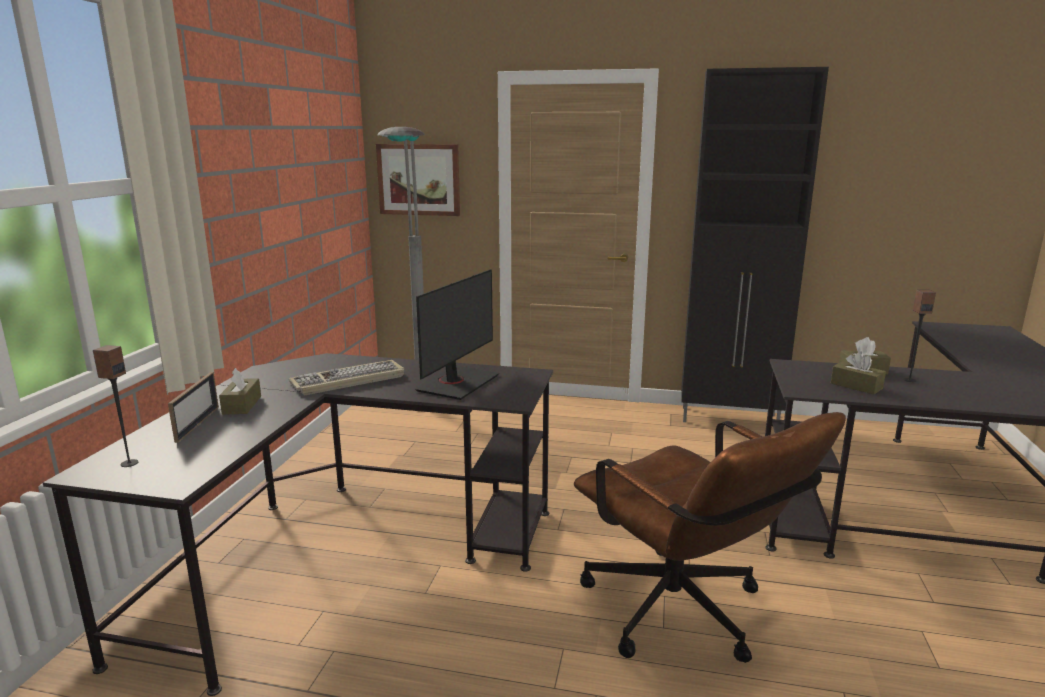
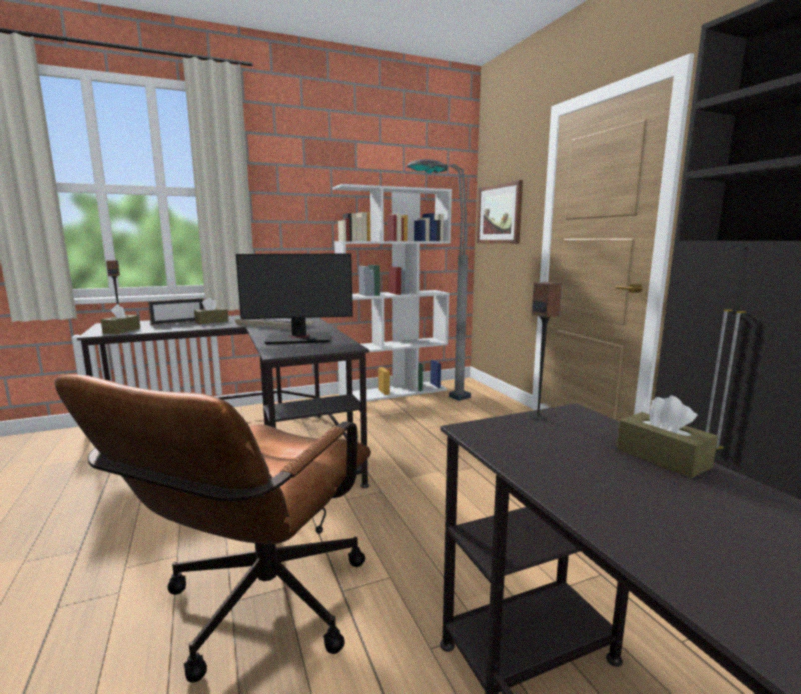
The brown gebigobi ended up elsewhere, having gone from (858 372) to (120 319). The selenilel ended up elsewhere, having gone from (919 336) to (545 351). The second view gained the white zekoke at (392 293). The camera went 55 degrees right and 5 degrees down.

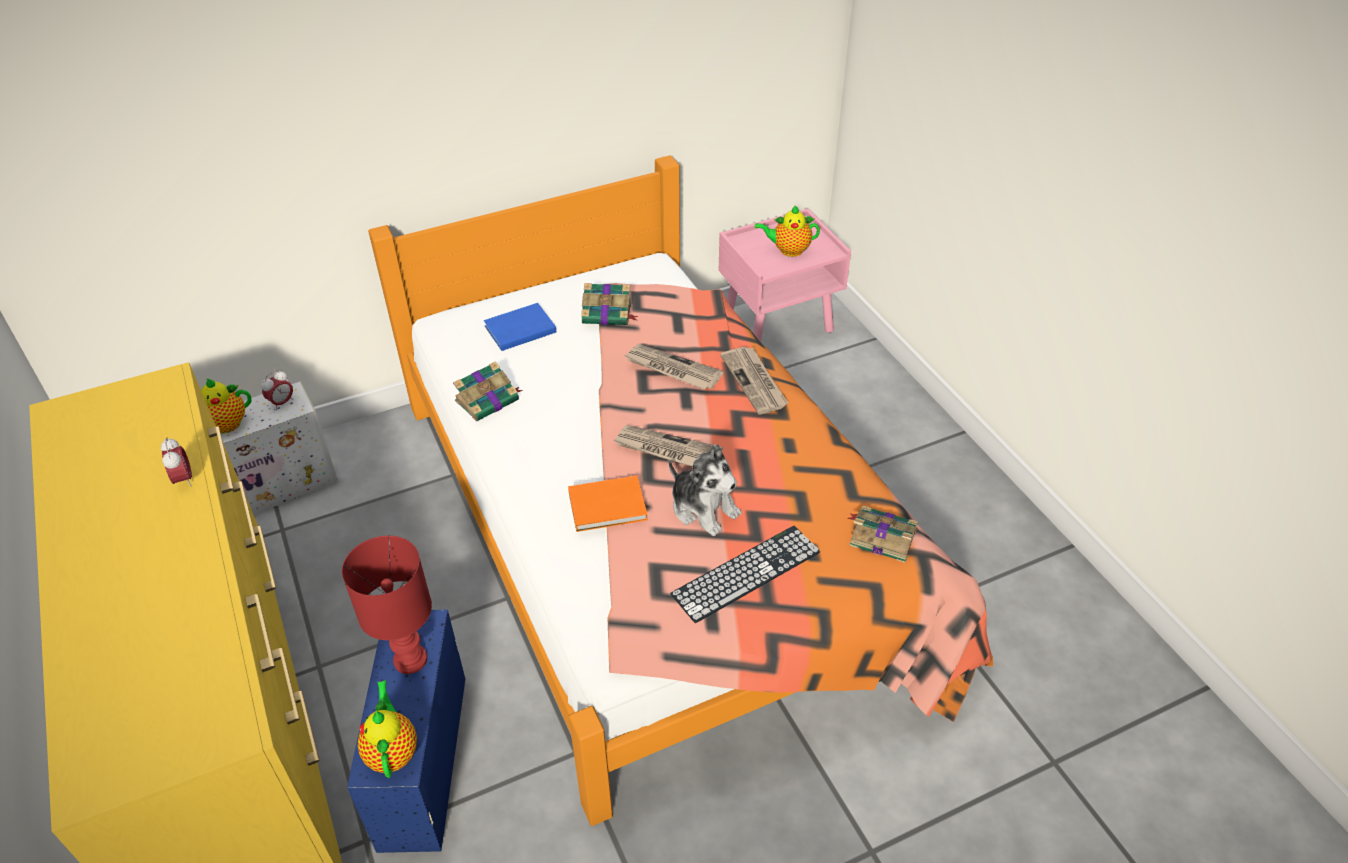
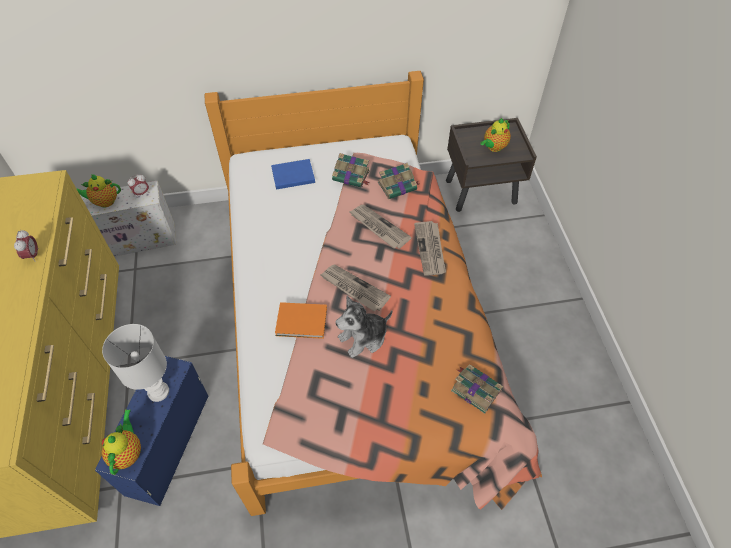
What was the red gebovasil at (387 605) turned into the white gebovasil at (135 363). The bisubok ended up elsewhere, having gone from (487 391) to (398 181). The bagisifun at (705 490) ended up facing another way, 90 degrees clockwise from before. The second view lost the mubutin at (745 574). What was the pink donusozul at (785 275) turned into the brown donusozul at (491 165). The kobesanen at (787 231) ended up facing another way, 60 degrees counterclockwise from before. The camera went 15 degrees right and 10 degrees up.

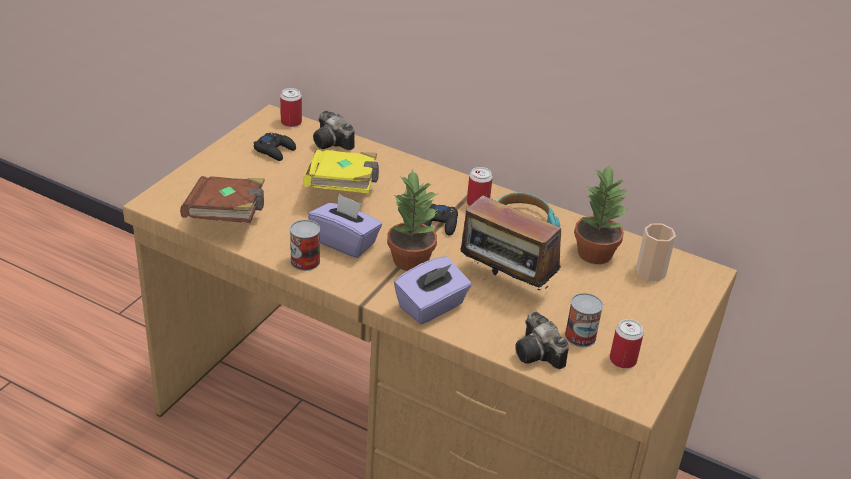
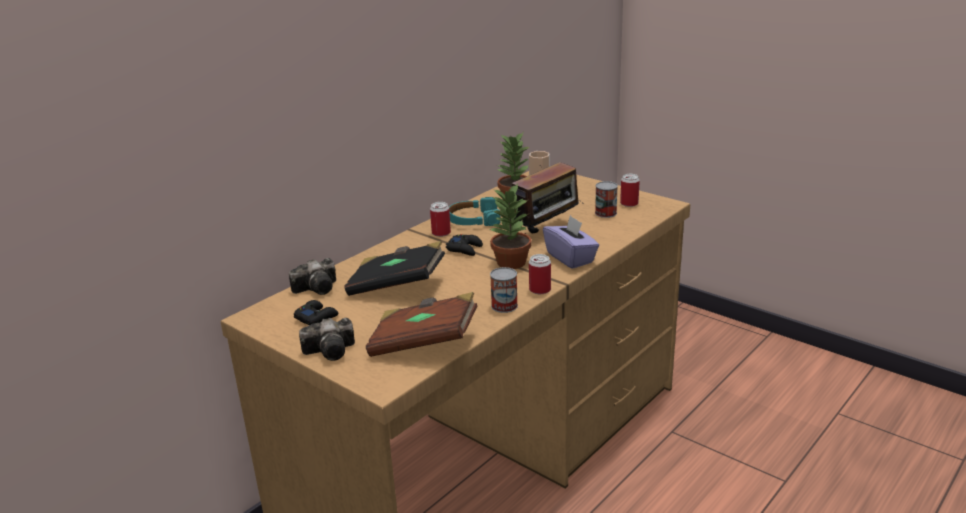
The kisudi ended up elsewhere, having gone from (291 107) to (540 274). What was the yellow bisubok at (341 171) turned into the black bisubok at (394 268). The second view lost the purple gebigobi at (345 226). The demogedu ended up elsewhere, having gone from (542 340) to (327 339). The camera went 75 degrees left and 10 degrees down.

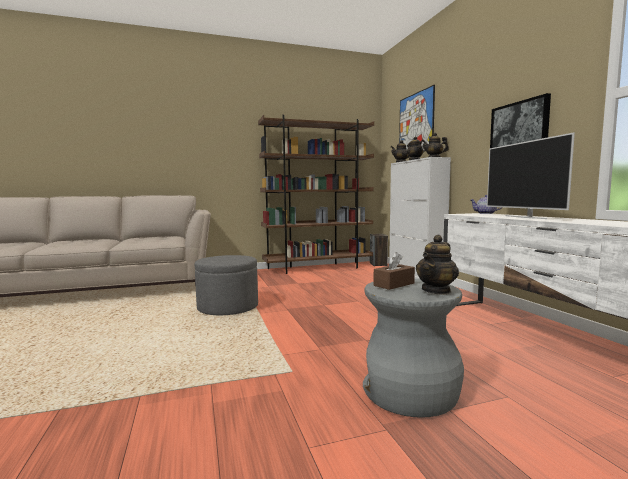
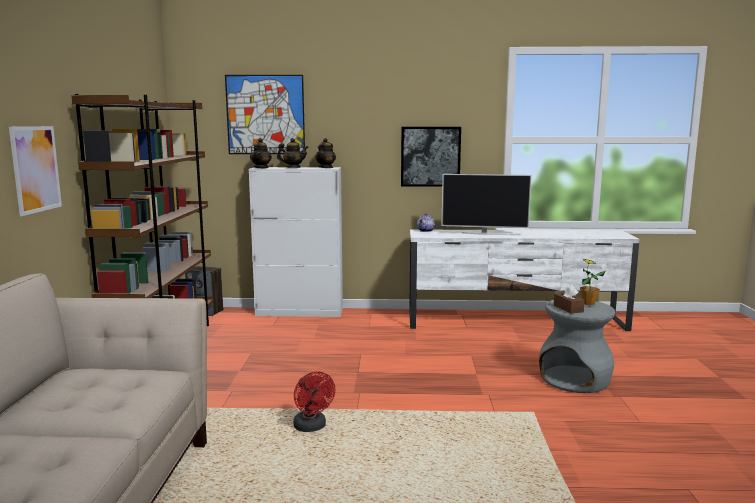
Where the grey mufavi stood at (226 285), the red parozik came to stand at (314 401). Where the kobesanen stood at (437 265), the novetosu came to stand at (593 282). The second view gained the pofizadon at (35 171). The camera went 70 degrees left and 5 degrees up.

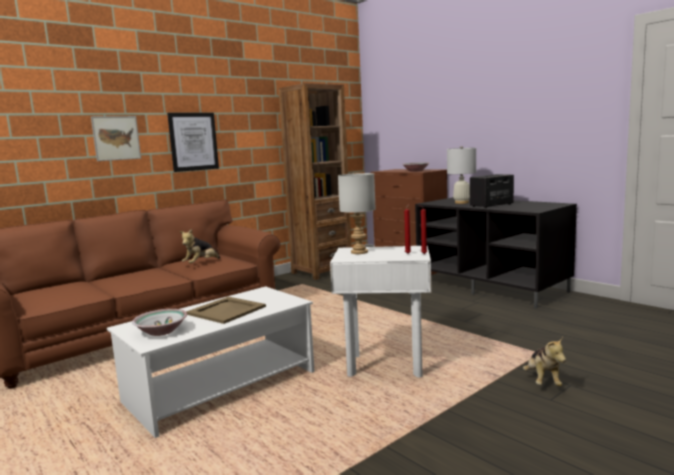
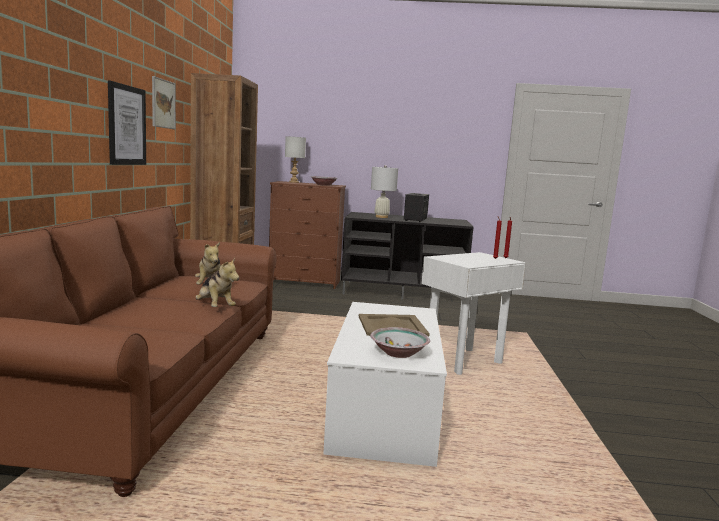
The pofizadon ended up elsewhere, having gone from (116 138) to (164 102). The grey gebovasil ended up elsewhere, having gone from (357 213) to (295 159). The bagisifun ended up elsewhere, having gone from (544 361) to (217 282). The camera went 45 degrees left and 0 degrees up.

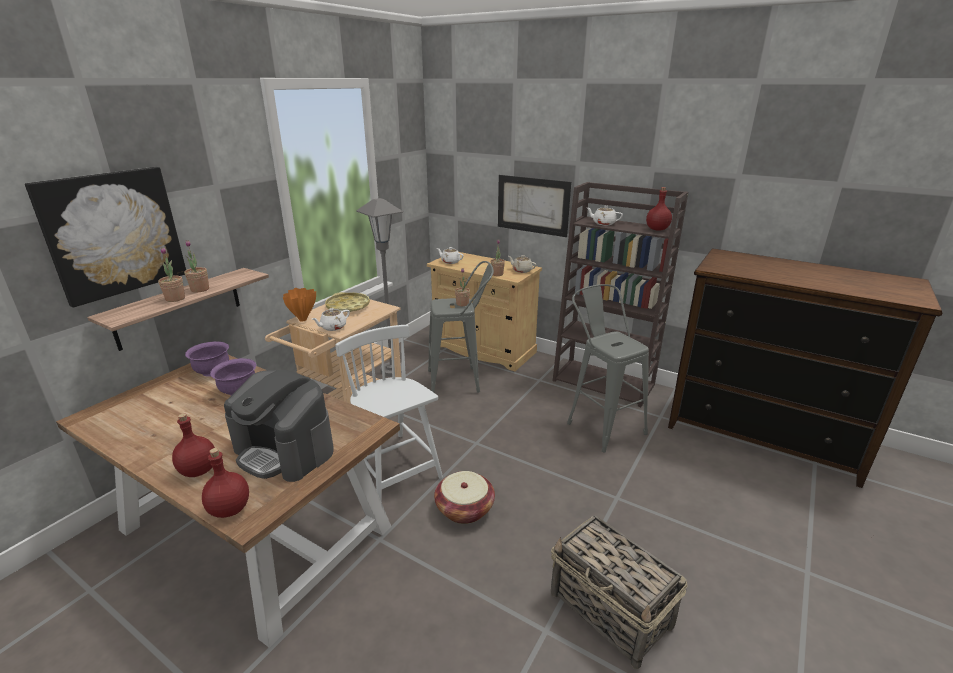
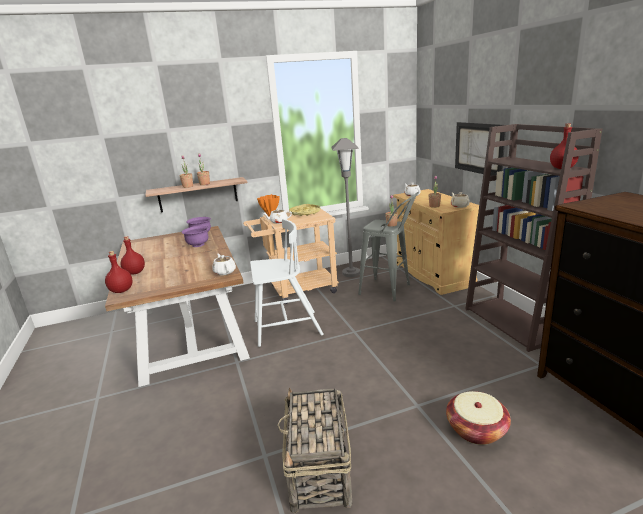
The second view lost the pofizadon at (105 237). The second view lost the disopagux at (279 426). The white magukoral at (389 414) ended up facing another way, 75 degrees clockwise from before. The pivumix ended up elsewhere, having gone from (464 497) to (478 418). The second view lost the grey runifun at (608 368). The white kobesanen ended up elsewhere, having gone from (605 215) to (224 264). The camera went 40 degrees right and 5 degrees down.

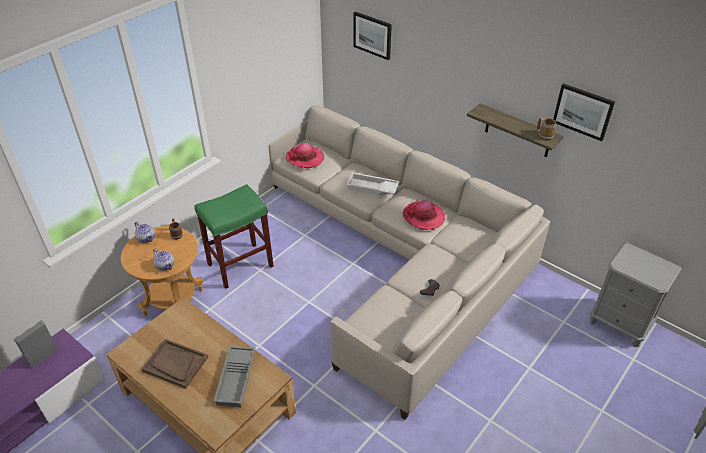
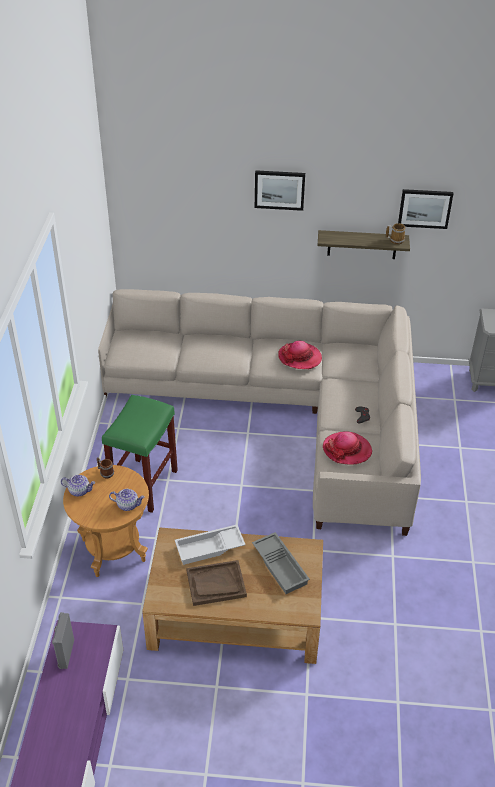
The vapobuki ended up elsewhere, having gone from (305 155) to (347 448). The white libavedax ended up elsewhere, having gone from (372 184) to (210 545). The pofizadon ended up elsewhere, having gone from (372 35) to (280 190). The camera went 35 degrees left and 0 degrees up.

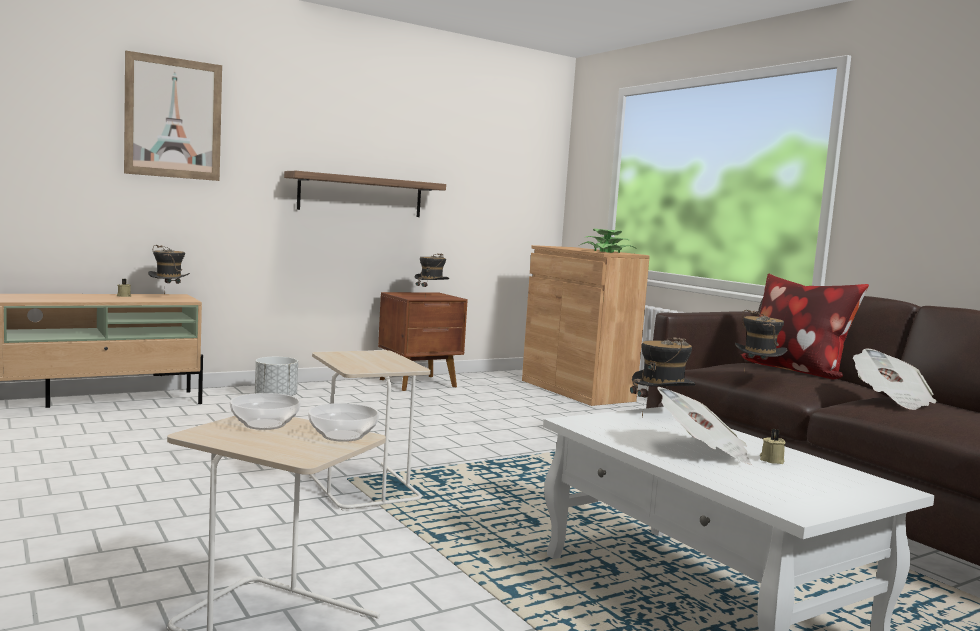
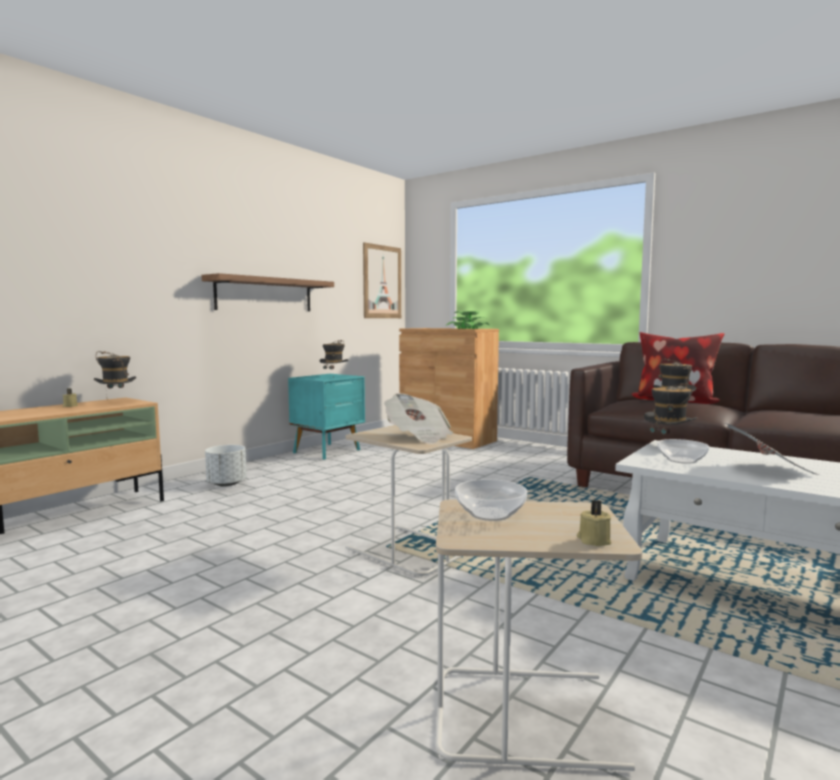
The pofizadon ended up elsewhere, having gone from (173 116) to (382 280). The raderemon ended up elsewhere, having gone from (344 422) to (683 451). What was the brown donusozul at (423 341) turned into the turquoise donusozul at (326 417). The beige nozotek ended up elsewhere, having gone from (772 446) to (594 523). The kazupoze ended up elsewhere, having gone from (895 379) to (418 418). The camera went 20 degrees left and 0 degrees up.

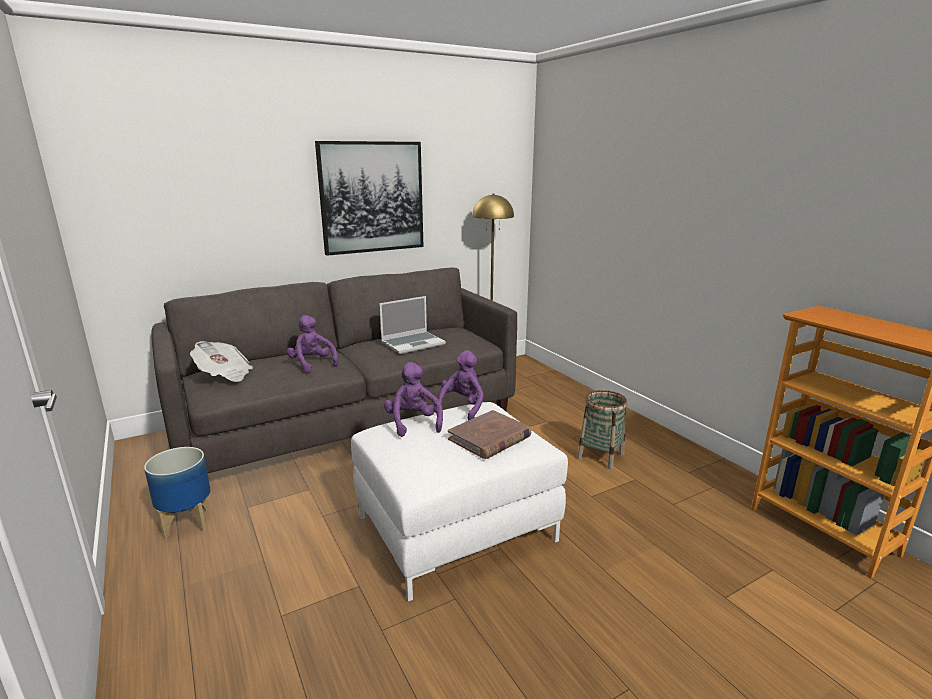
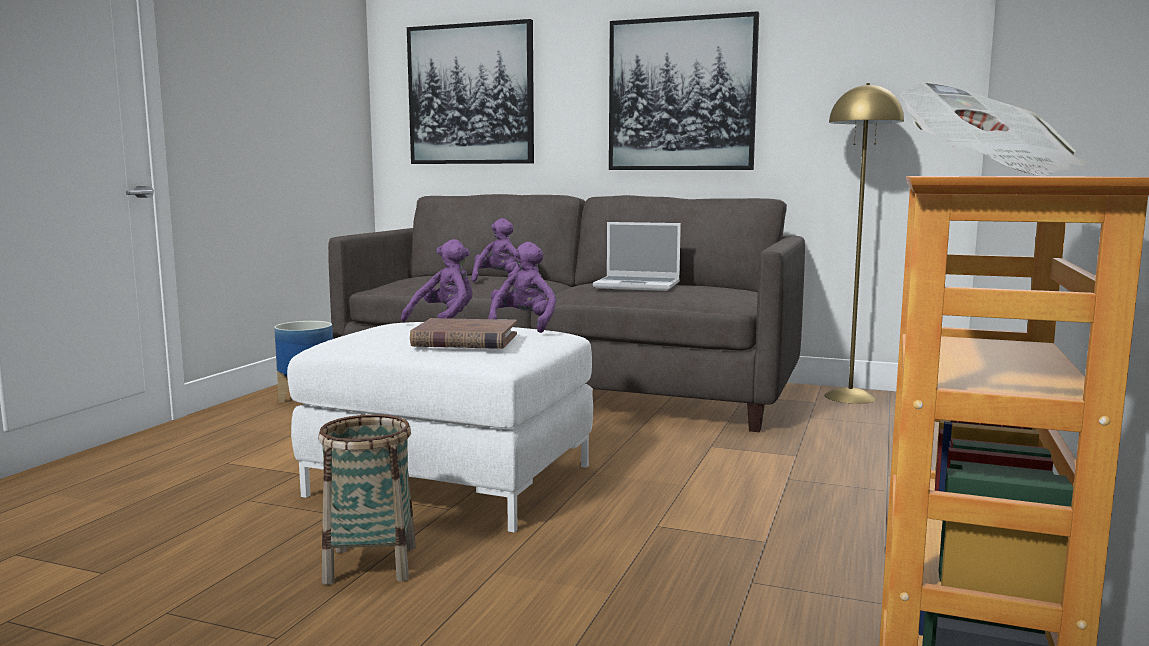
The kazupoze ended up elsewhere, having gone from (221 361) to (993 129). The purple bagisifun at (459 385) ended up facing another way, 60 degrees counterclockwise from before. The pivumix ended up elsewhere, having gone from (602 430) to (367 499). The second view gained the pofizadon at (470 91). The camera went 50 degrees right and 10 degrees down.

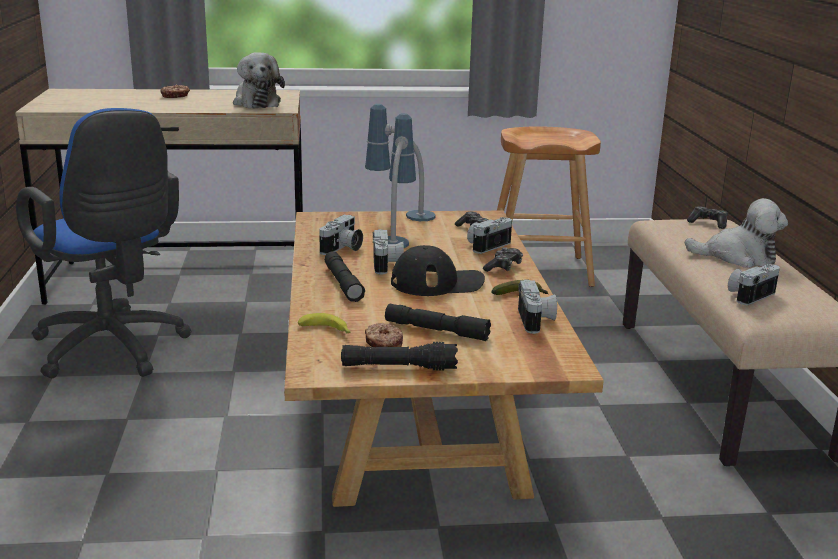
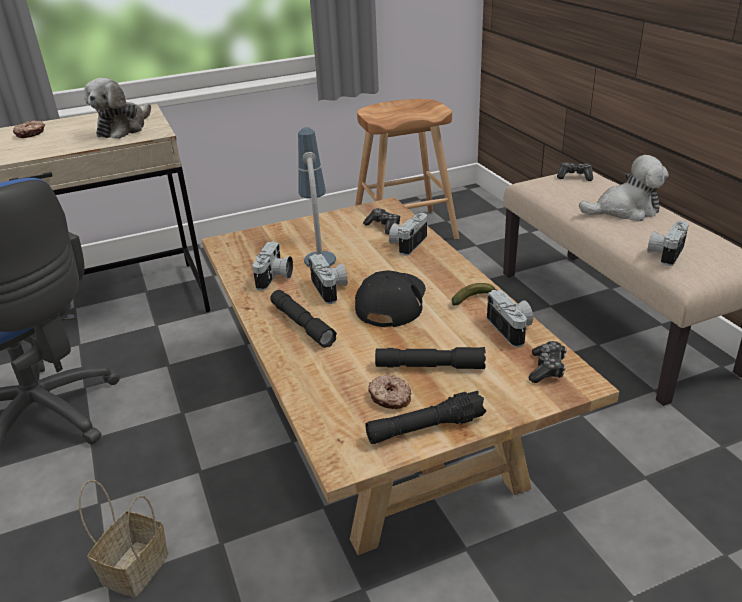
The bagisifun at (259 80) ended up facing another way, 60 degrees clockwise from before. The second view lost the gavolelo at (324 323). The second view lost the gebovasil at (400 162). The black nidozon at (438 270) ended up facing another way, 45 degrees counterclockwise from before. The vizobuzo ended up elsewhere, having gone from (503 259) to (548 362). The second view gained the pivumix at (124 538). The camera went 15 degrees left and 10 degrees up.

